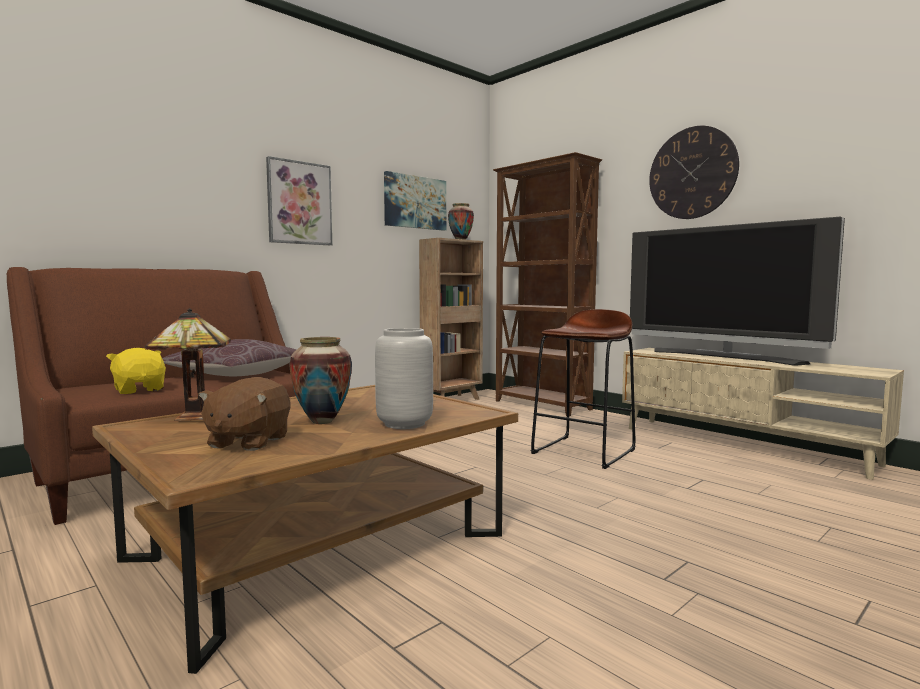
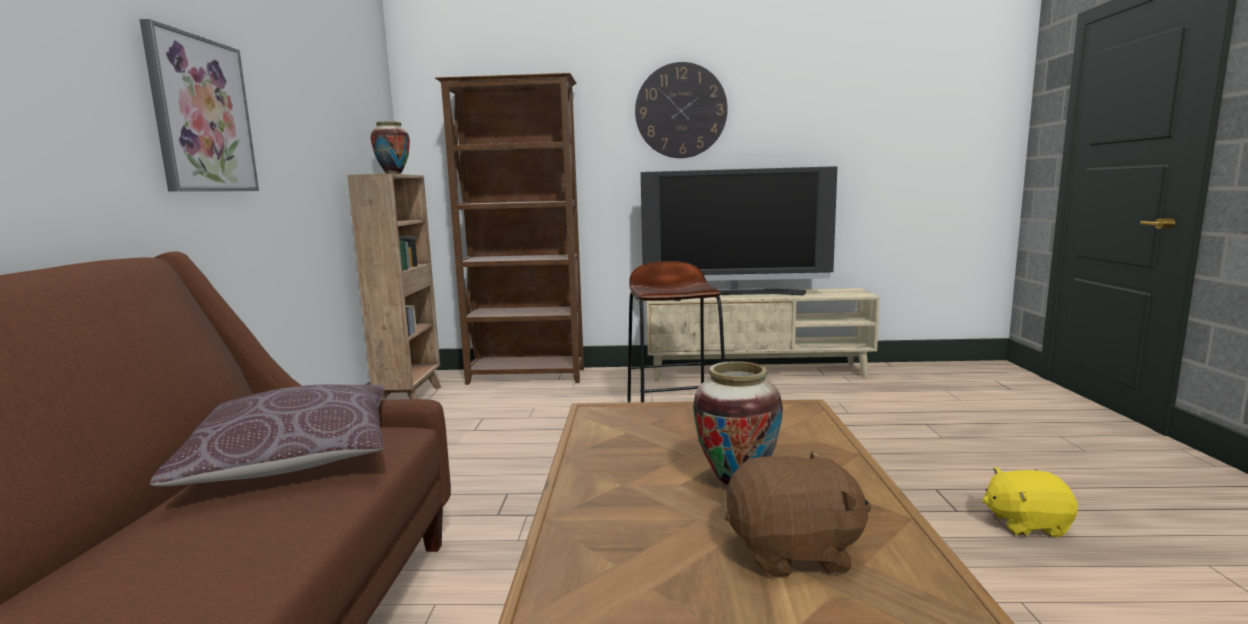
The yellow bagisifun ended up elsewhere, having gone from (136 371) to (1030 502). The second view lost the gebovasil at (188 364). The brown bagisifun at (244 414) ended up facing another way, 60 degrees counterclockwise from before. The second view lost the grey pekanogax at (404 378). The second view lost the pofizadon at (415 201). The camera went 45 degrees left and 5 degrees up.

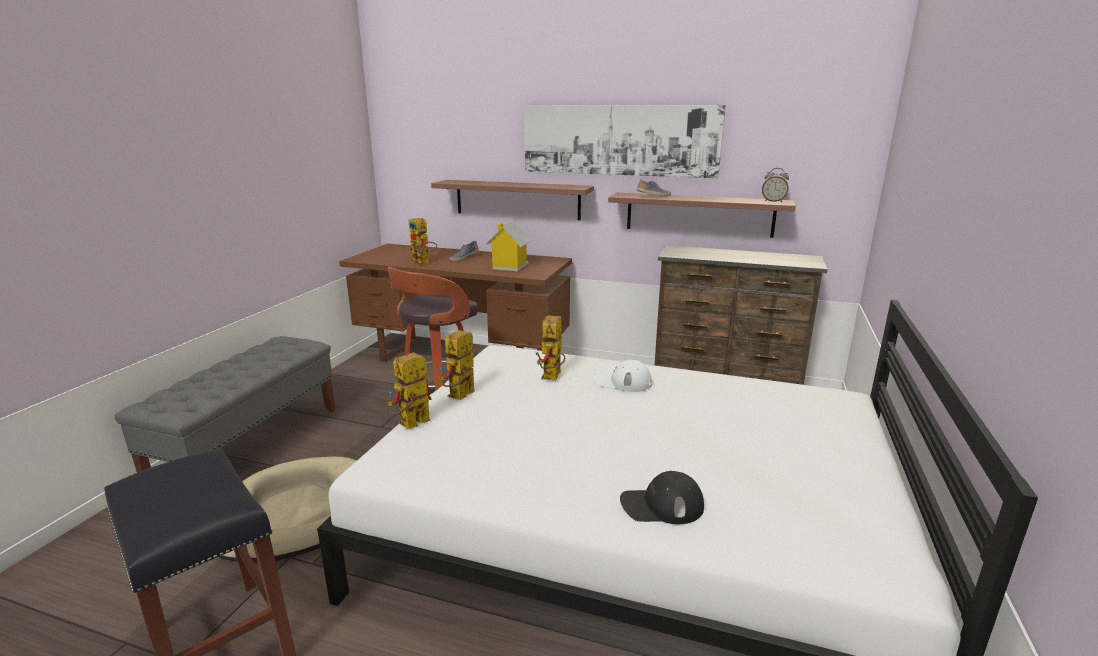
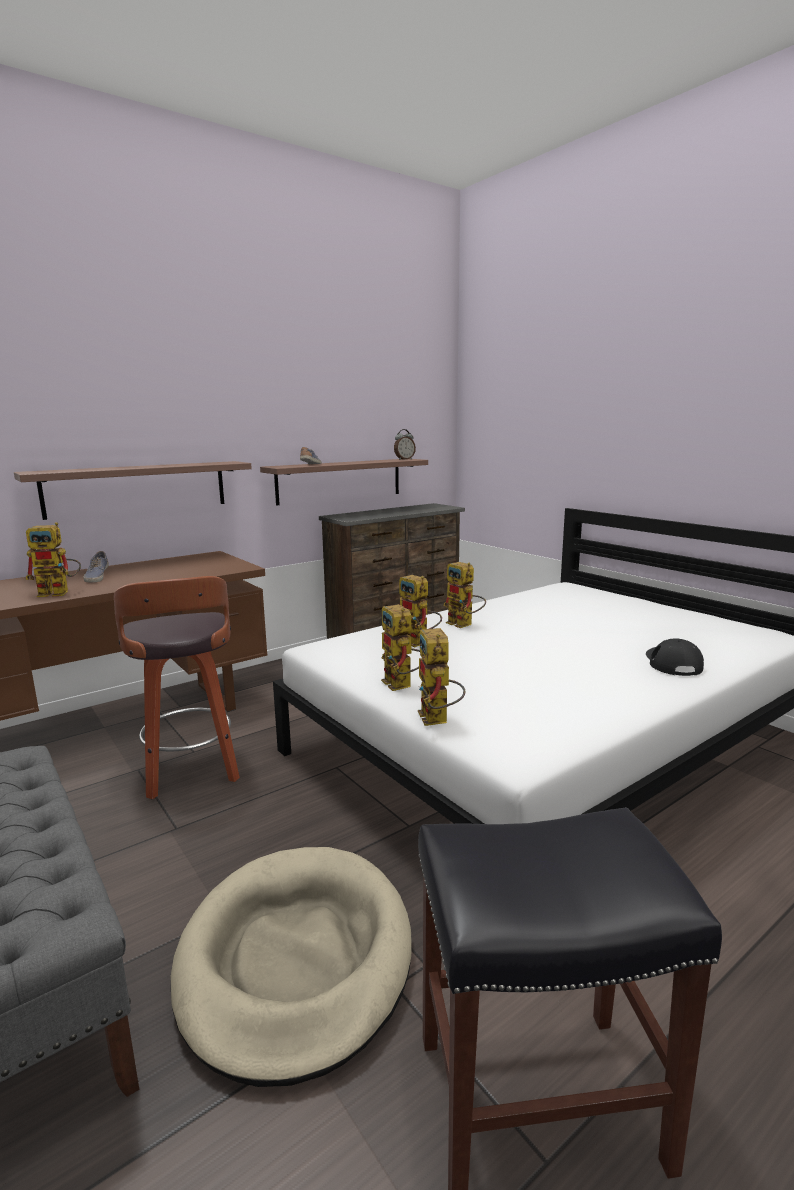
The second view lost the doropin at (509 245). The second view lost the pofizadon at (625 141). Where the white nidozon stood at (623 376), the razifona came to stand at (464 595). The black nidozon at (662 497) ended up facing another way, 150 degrees clockwise from before. The camera went 55 degrees left and 5 degrees down.

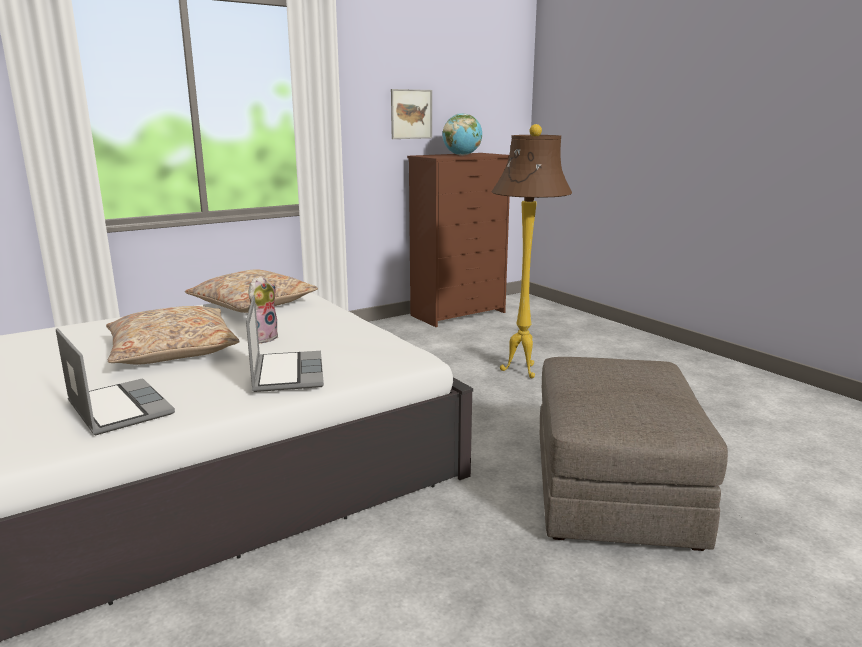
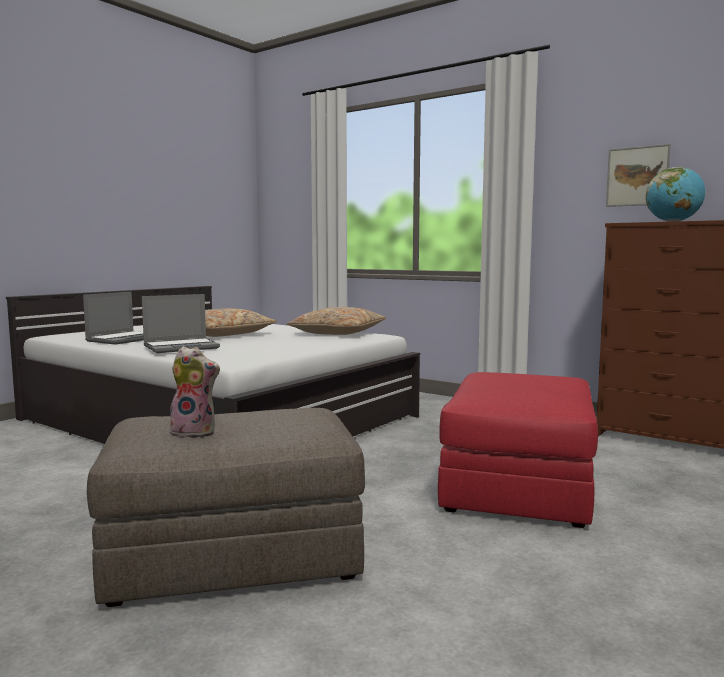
The bagisifun ended up elsewhere, having gone from (263 310) to (193 392). Where the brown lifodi stood at (532 251), the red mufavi came to stand at (518 450). The camera went 70 degrees right and 10 degrees down.

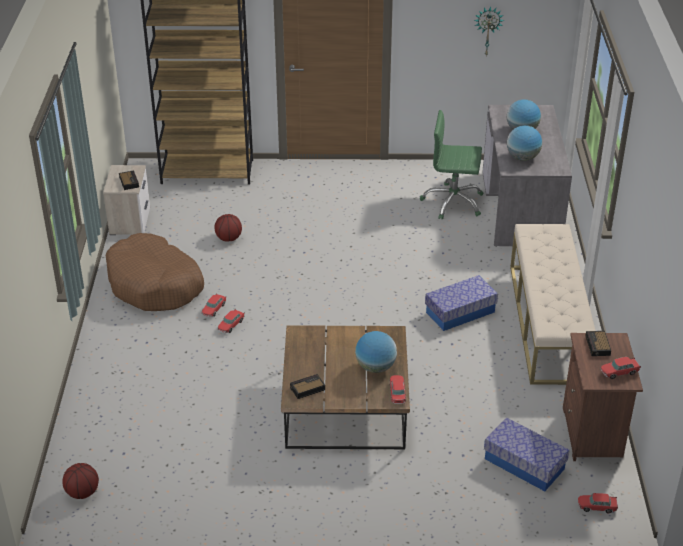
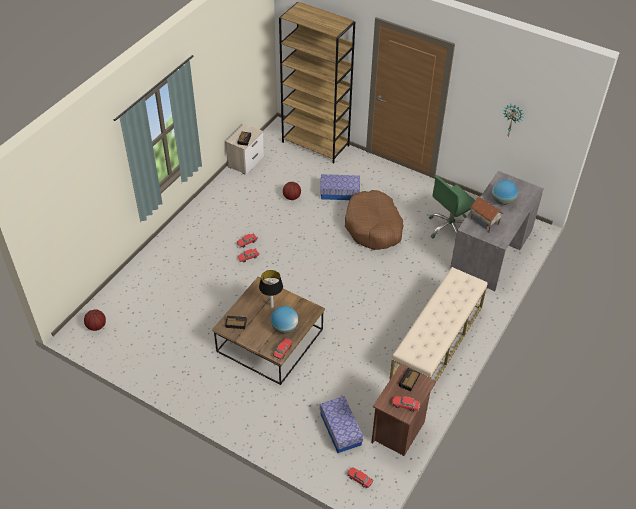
The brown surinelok ended up elsewhere, having gone from (155 272) to (374 220). The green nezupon at (451 165) ended up facing another way, 75 degrees counterclockwise from before. The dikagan ended up elsewhere, having gone from (461 303) to (340 187). Where the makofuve stood at (524 143), the doropin came to stand at (486 215). The second view gained the gebovasil at (271 289). The camera went 30 degrees right and 10 degrees up.

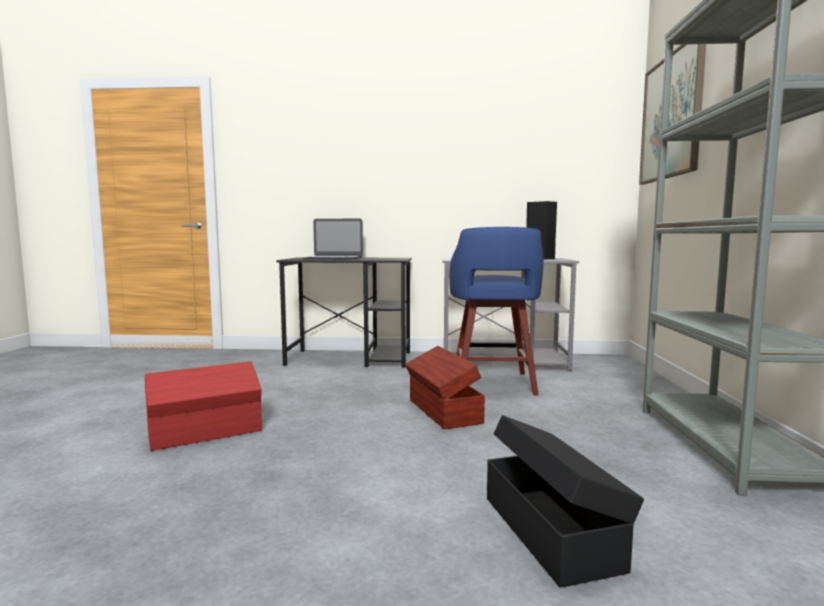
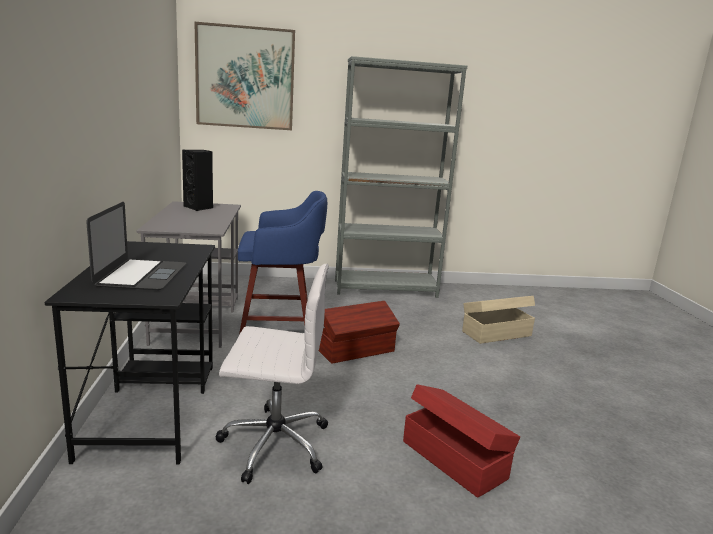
What was the black dikagan at (565 501) turned into the beige dikagan at (498 320). The second view gained the white nezupon at (272 374). The camera went 100 degrees left and 10 degrees up.

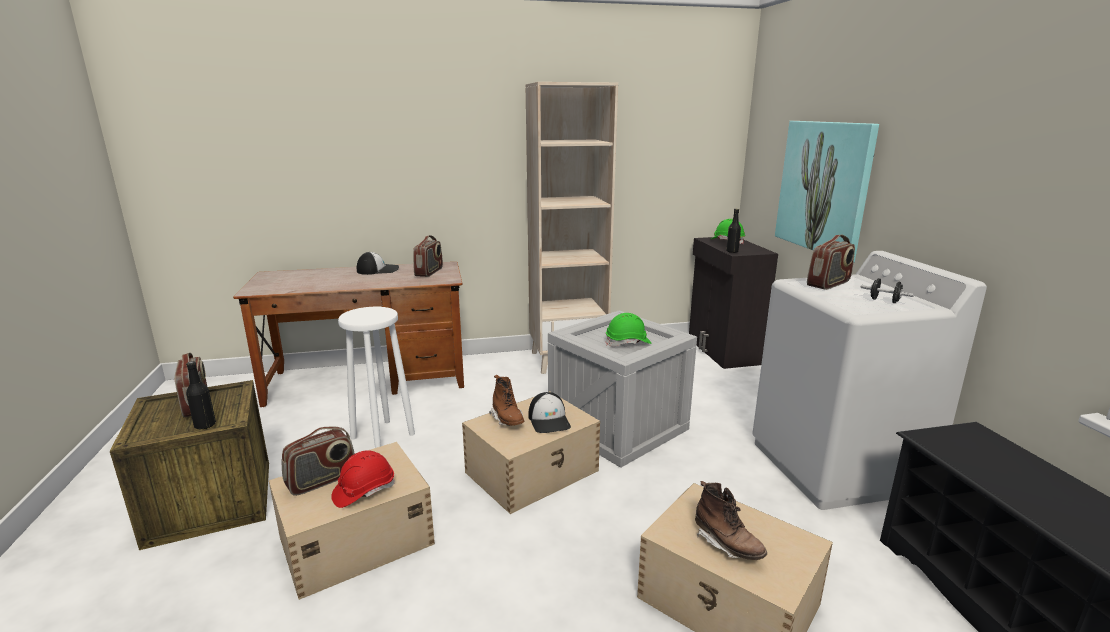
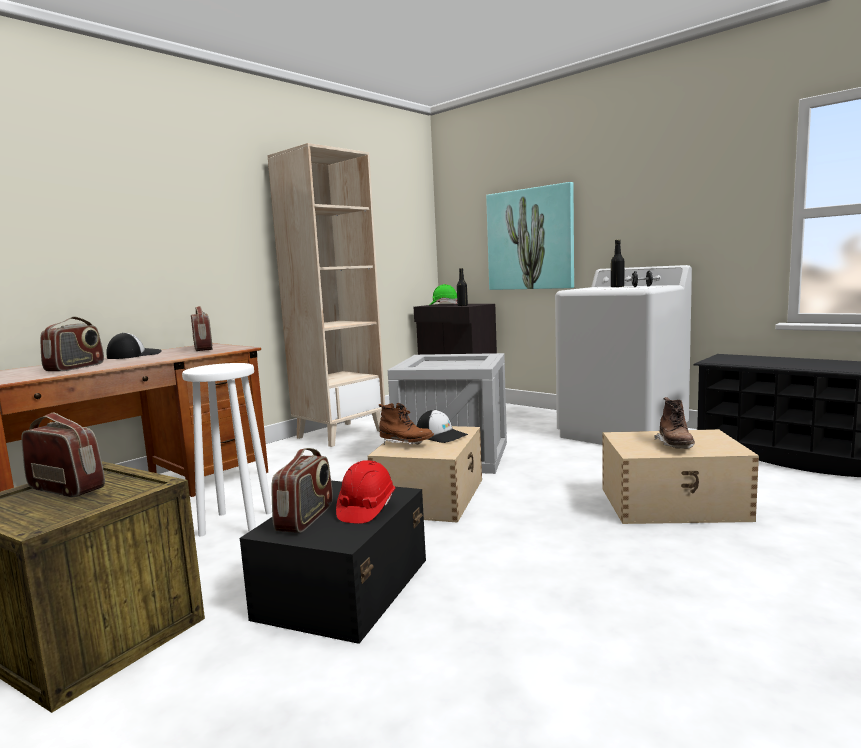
The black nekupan ended up elsewhere, having gone from (201 395) to (617 264). What was the beige dikagan at (352 521) turned into the black dikagan at (333 562). The second view lost the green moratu at (629 329). The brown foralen at (731 520) ended up facing another way, 75 degrees clockwise from before. The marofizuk ended up elsewhere, having gone from (831 262) to (72 344). The camera went 35 degrees left and 10 degrees down.

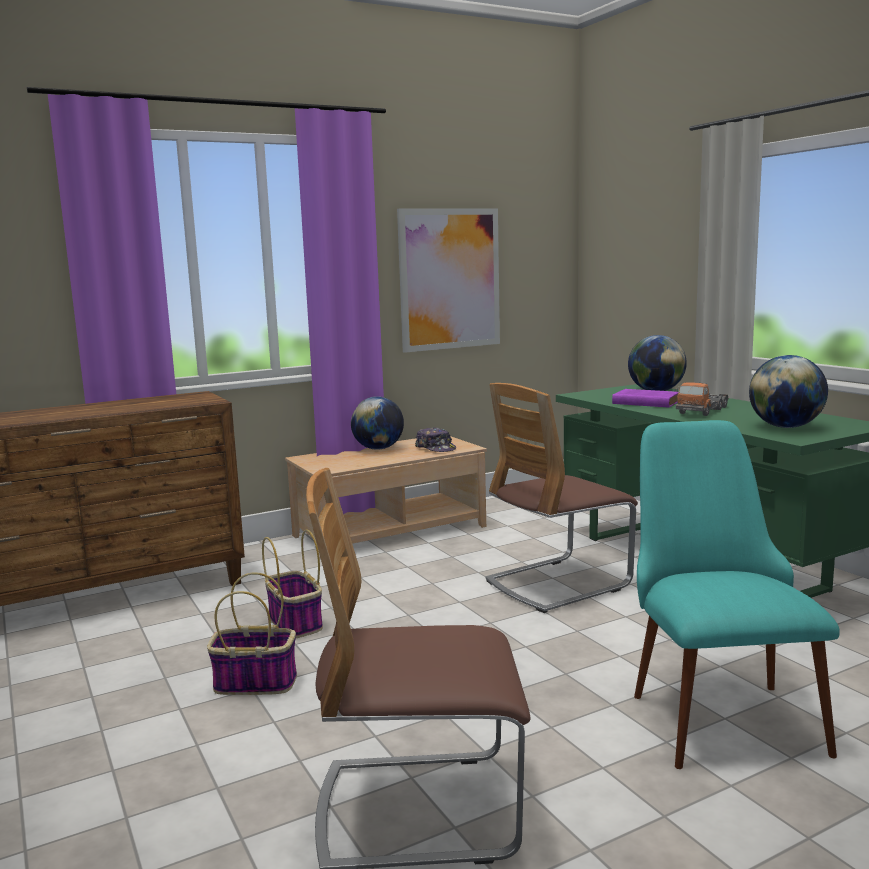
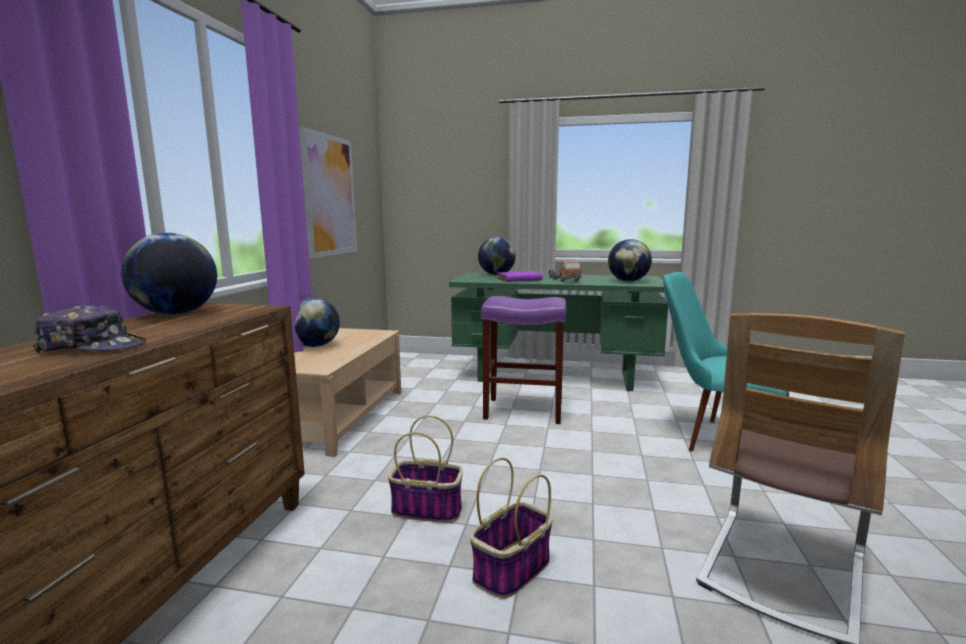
The nidozon ended up elsewhere, having gone from (435 439) to (89 329). Where the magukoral stood at (561 498), the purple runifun came to stand at (523 360). The second view gained the makofuve at (169 274). The camera went 50 degrees left and 0 degrees up.

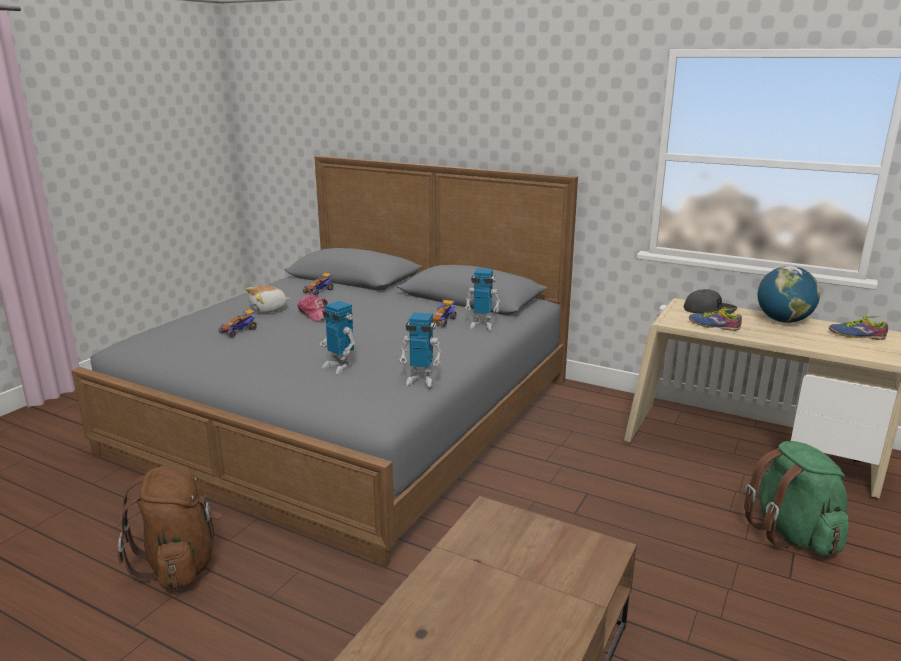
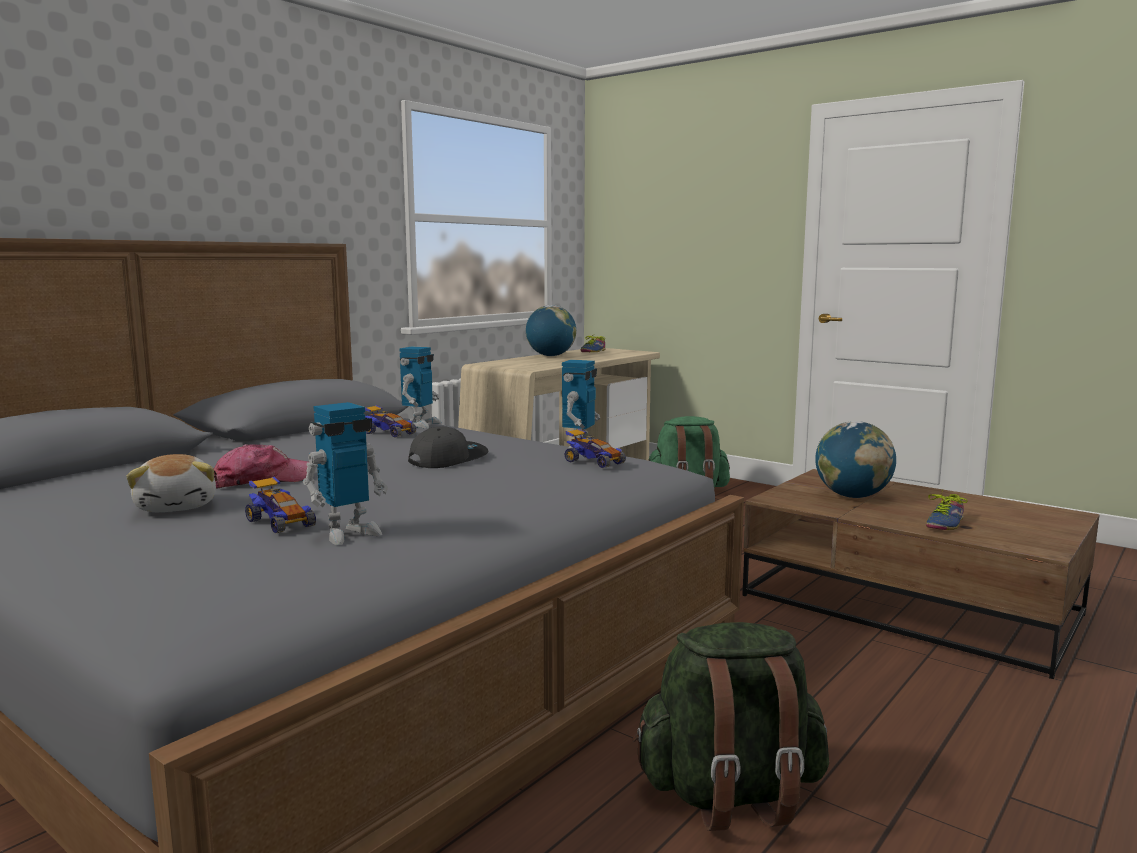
What was the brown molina at (169 527) turned into the green molina at (731 726). The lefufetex ended up elsewhere, having gone from (318 284) to (595 448). The razifona ended up elsewhere, having gone from (337 337) to (345 473). The grey nidozon ended up elsewhere, having gone from (710 301) to (448 447). The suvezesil ended up elsewhere, having gone from (715 319) to (947 509). The second view gained the makofuve at (855 459). The camera went 80 degrees left and 10 degrees down.

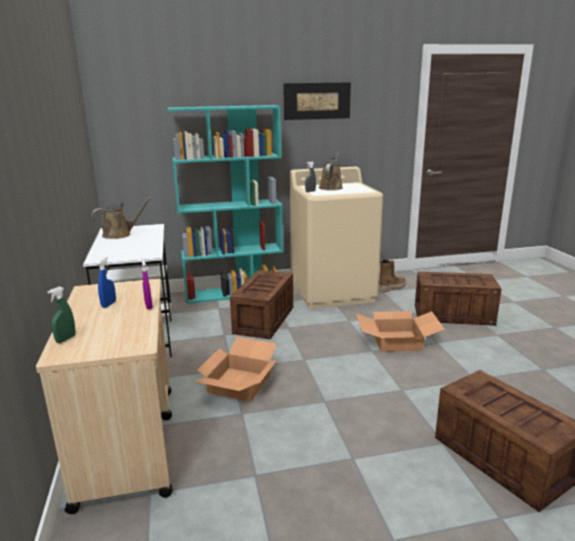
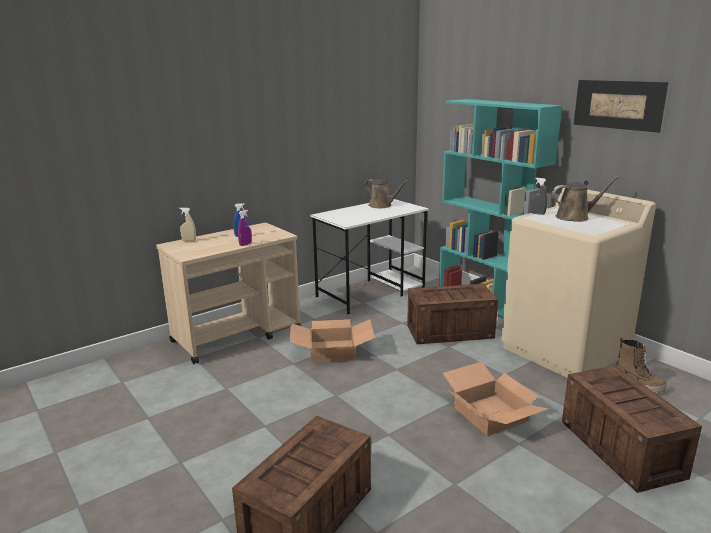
What was the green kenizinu at (62 315) turned into the beige kenizinu at (187 224). The camera went 65 degrees right and 0 degrees up.

